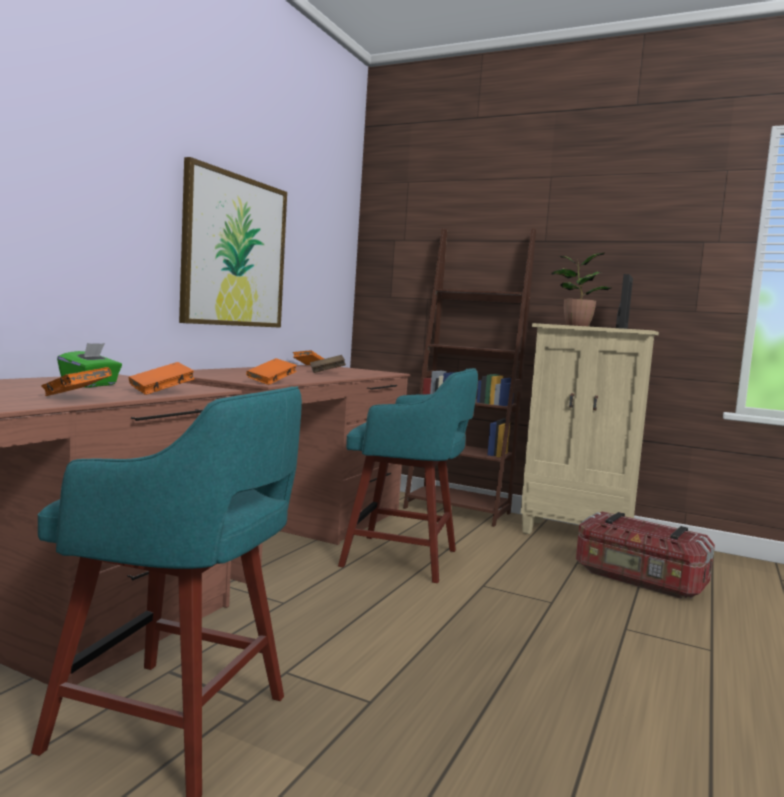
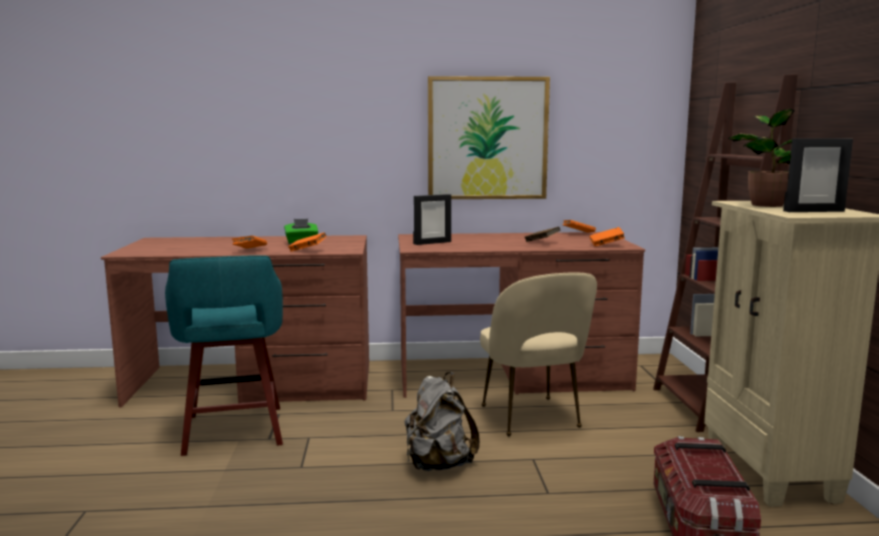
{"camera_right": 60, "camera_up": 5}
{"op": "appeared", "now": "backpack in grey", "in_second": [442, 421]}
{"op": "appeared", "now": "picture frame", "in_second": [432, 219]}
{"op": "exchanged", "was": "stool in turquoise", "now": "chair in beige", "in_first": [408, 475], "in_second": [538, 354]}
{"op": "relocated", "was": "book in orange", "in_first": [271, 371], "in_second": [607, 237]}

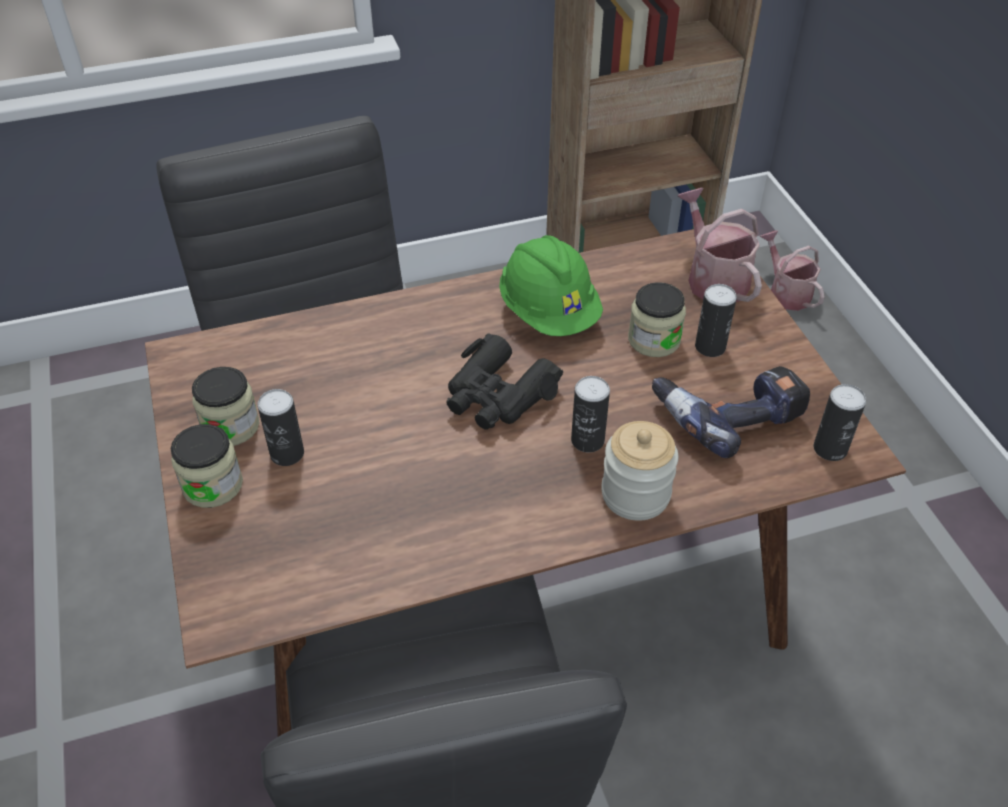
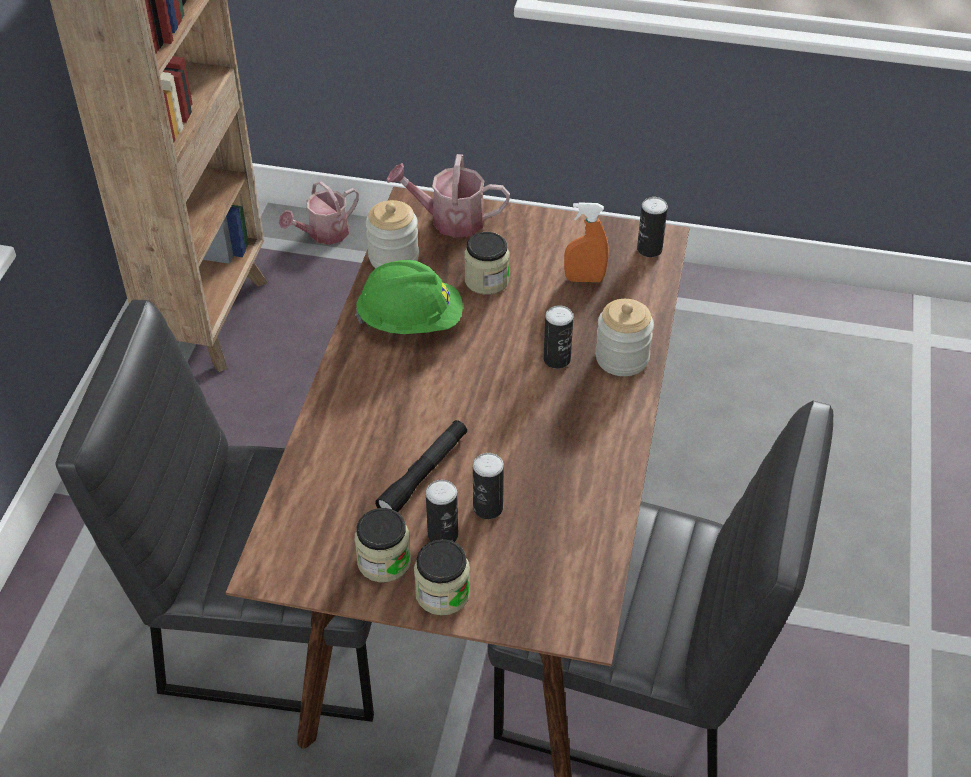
{"camera_right": -60, "camera_up": 0}
{"op": "spun", "was": "watering can", "in_first": [792, 270], "in_second": [319, 213], "clockwise": -45}
{"op": "appeared", "now": "jar", "in_second": [392, 234]}
{"op": "appeared", "now": "flashlight in black", "in_second": [421, 466]}
{"op": "relocated", "was": "can", "in_first": [716, 320], "in_second": [488, 486]}
{"op": "exchanged", "was": "power drill", "now": "spray bottle in orange", "in_first": [731, 412], "in_second": [586, 242]}
{"op": "missing", "was": "binoculars in black", "in_first": [504, 381]}

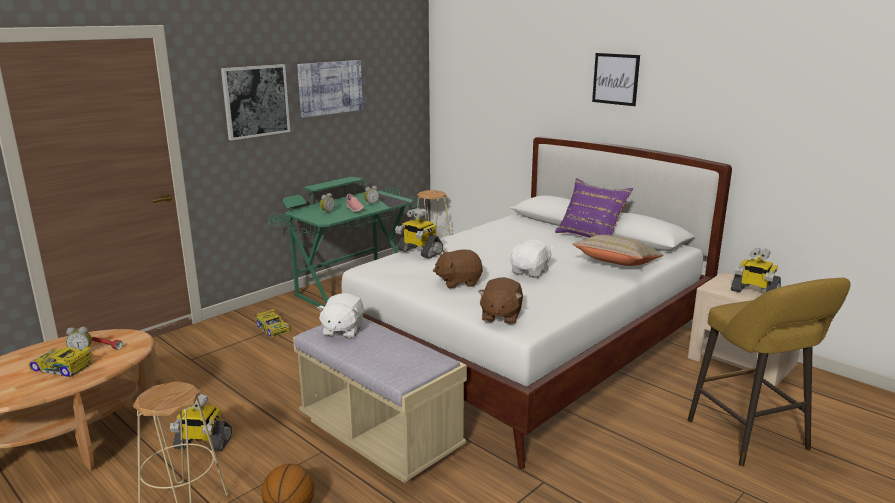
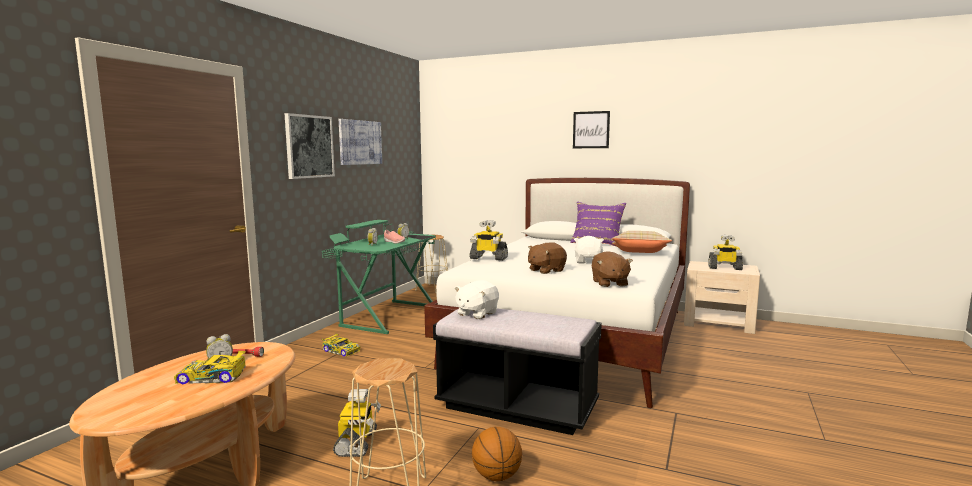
{"camera_right": -20, "camera_up": -10}
{"op": "spun", "was": "toy robot", "in_first": [201, 423], "in_second": [357, 423], "clockwise": -75}
{"op": "colour", "was": "bench in beige", "now": "bench in black", "in_first": [380, 400], "in_second": [517, 371]}
{"op": "spun", "was": "plush toy in white", "in_first": [340, 315], "in_second": [477, 299], "clockwise": 45}
{"op": "missing", "was": "stool in yellow", "in_first": [769, 372]}

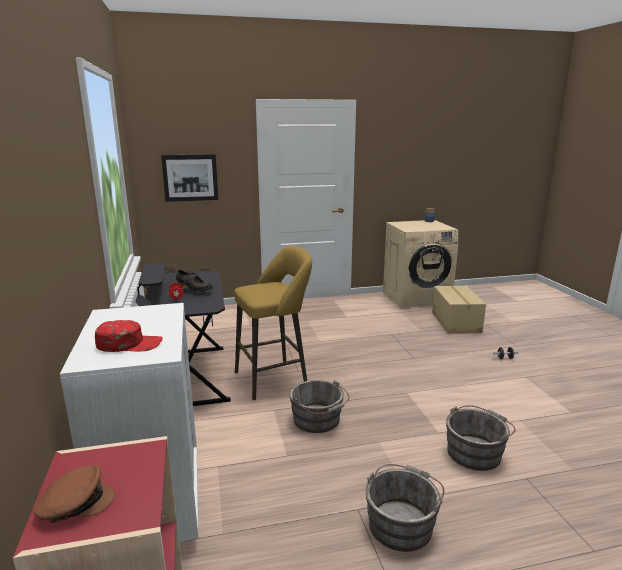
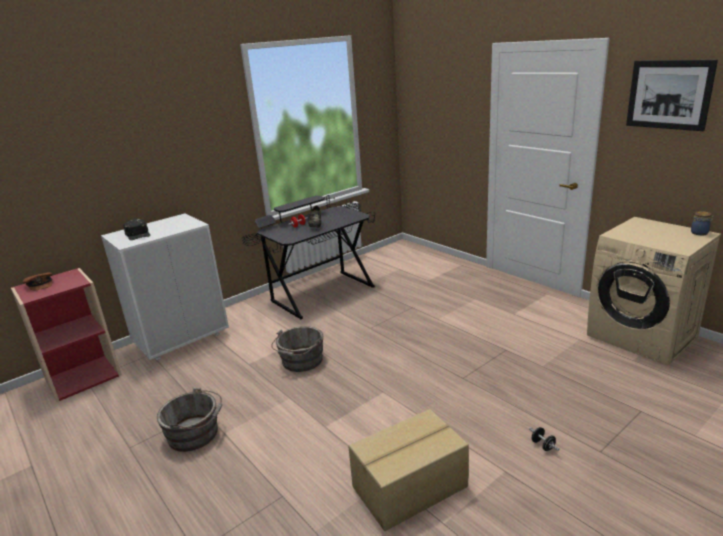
{"camera_right": 65, "camera_up": 5}
{"op": "colour", "was": "cap in red", "now": "cap in black", "in_first": [129, 336], "in_second": [136, 229]}
{"op": "relocated", "was": "cardboard box", "in_first": [459, 309], "in_second": [408, 470]}
{"op": "relocated", "was": "picture", "in_first": [189, 178], "in_second": [672, 95]}
{"op": "missing", "was": "stool in yellow", "in_first": [273, 323]}
{"op": "missing", "was": "bucket in grey", "in_first": [481, 438]}

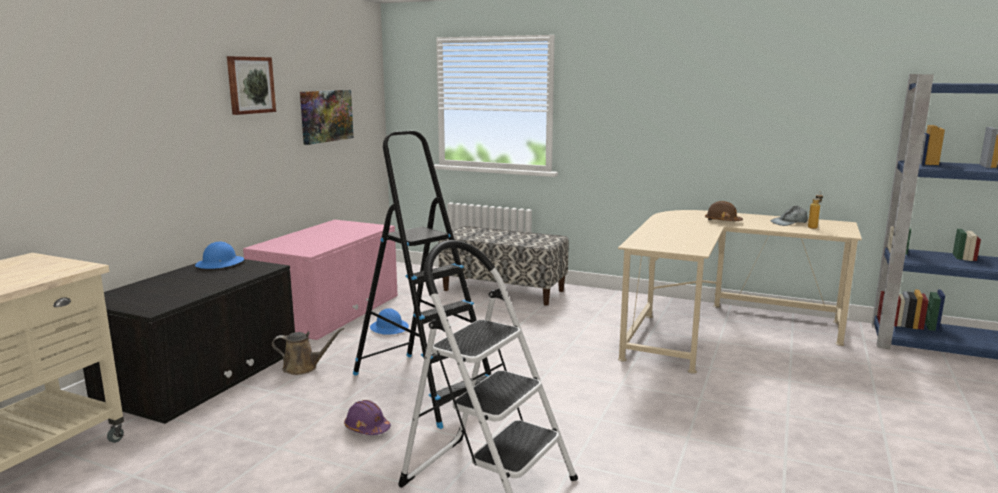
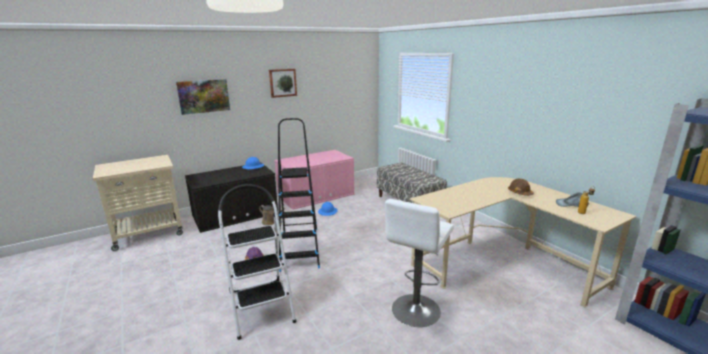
{"camera_right": 35, "camera_up": 5}
{"op": "relocated", "was": "picture", "in_first": [327, 117], "in_second": [203, 97]}
{"op": "appeared", "now": "stool in white", "in_second": [419, 263]}

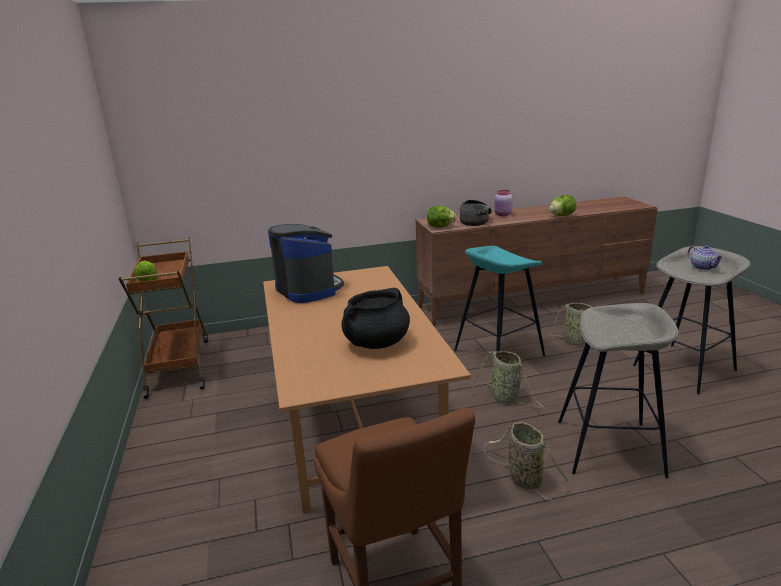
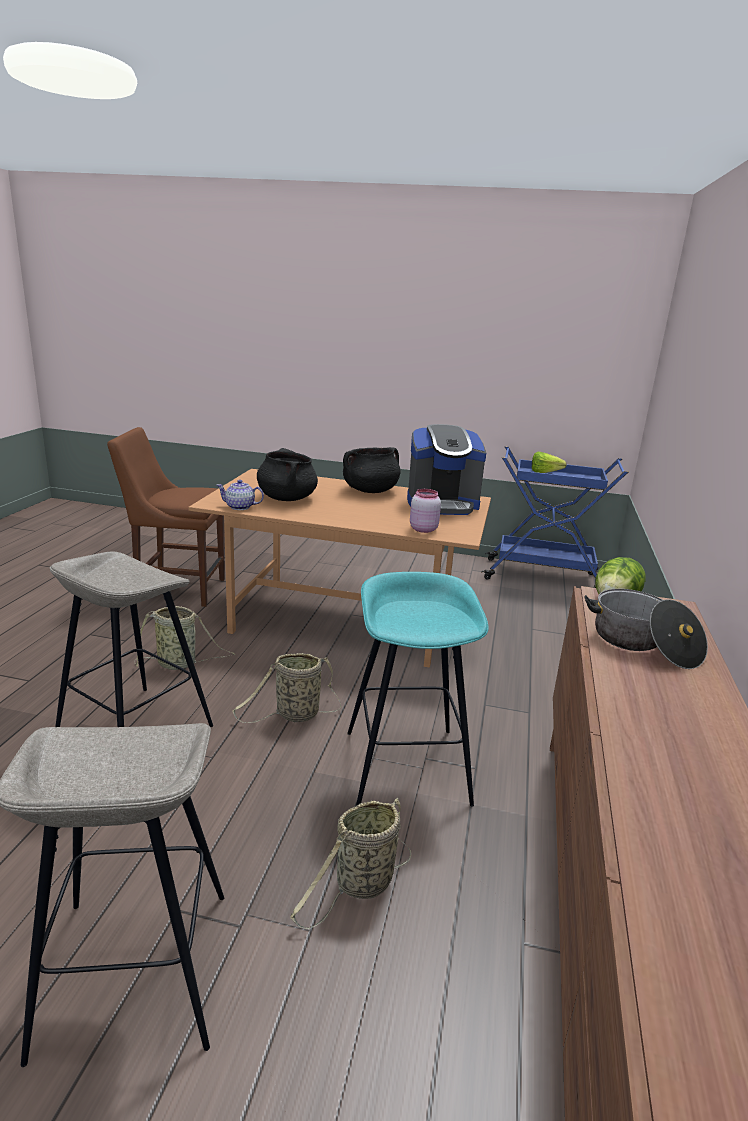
{"camera_right": 115, "camera_up": 0}
{"op": "relocated", "was": "teapot", "in_first": [706, 257], "in_second": [240, 495]}
{"op": "appeared", "now": "cooking pot in black", "in_second": [372, 470]}
{"op": "relocated", "was": "jar in pink", "in_first": [503, 203], "in_second": [425, 511]}
{"op": "colour", "was": "cart in brown", "now": "cart in blue", "in_first": [163, 317], "in_second": [555, 517]}
{"op": "missing", "was": "lettuce", "in_first": [563, 205]}

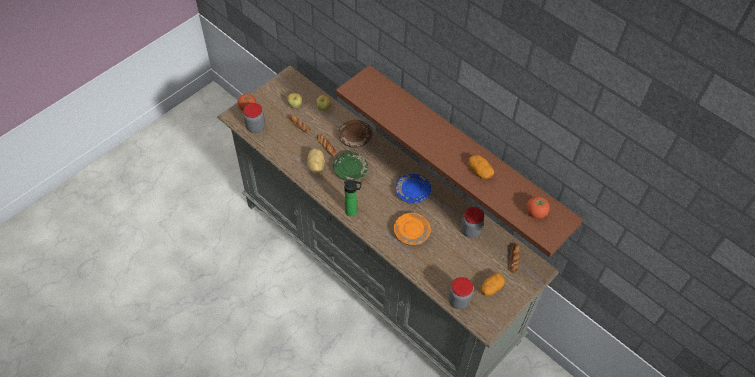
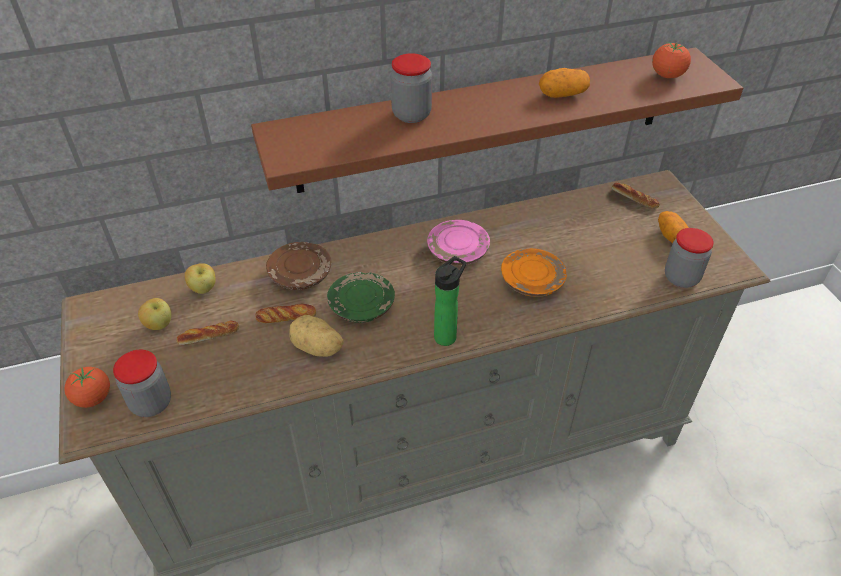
{"camera_right": -60, "camera_up": -10}
{"op": "relocated", "was": "jar", "in_first": [472, 222], "in_second": [411, 88]}
{"op": "colour", "was": "plate in blue", "now": "plate in pink", "in_first": [413, 189], "in_second": [458, 242]}

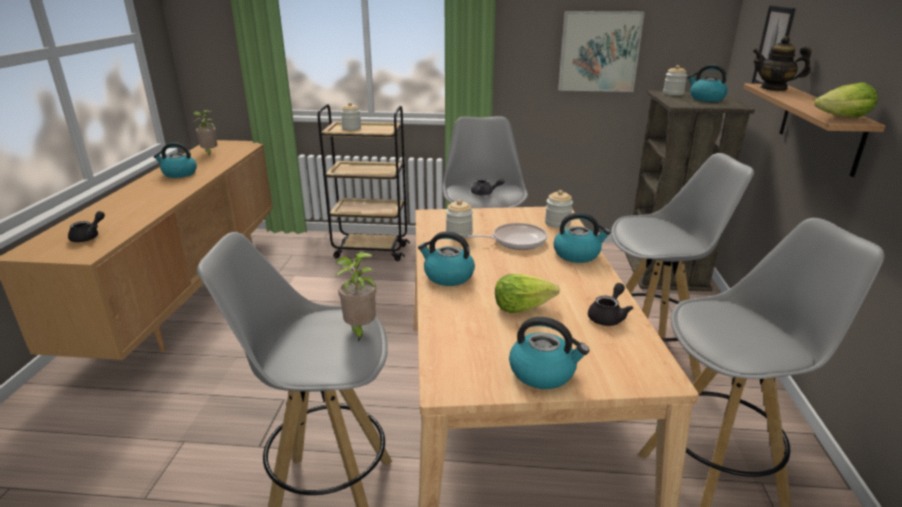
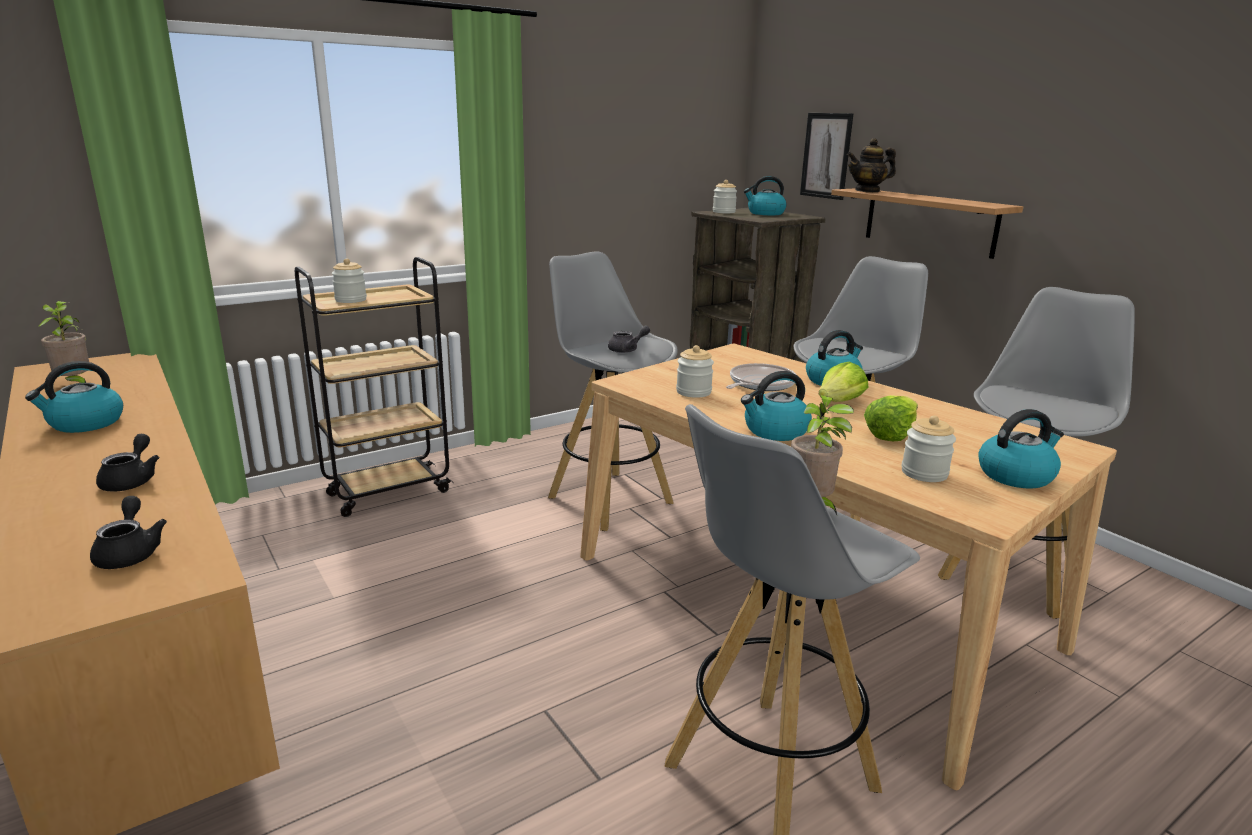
{"camera_right": -40, "camera_up": -5}
{"op": "relocated", "was": "teapot in black", "in_first": [610, 304], "in_second": [127, 462]}
{"op": "relocated", "was": "lettuce", "in_first": [846, 99], "in_second": [844, 382]}
{"op": "relocated", "was": "jar", "in_first": [559, 209], "in_second": [928, 448]}
{"op": "missing", "was": "picture", "in_first": [601, 51]}

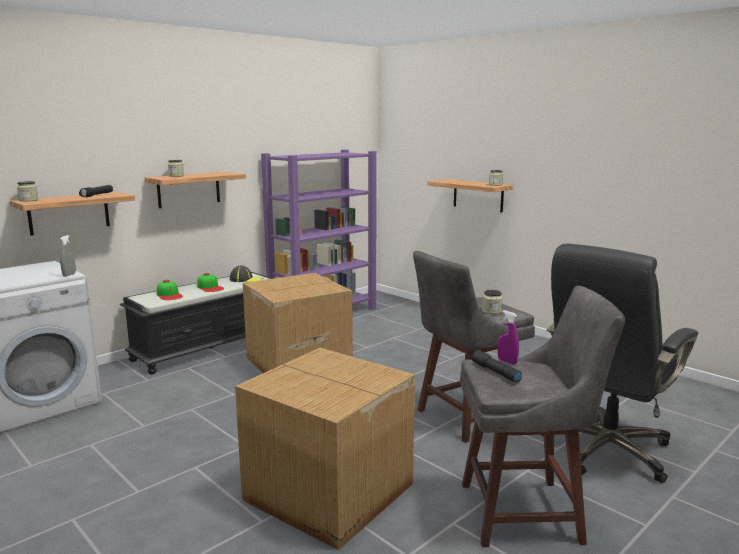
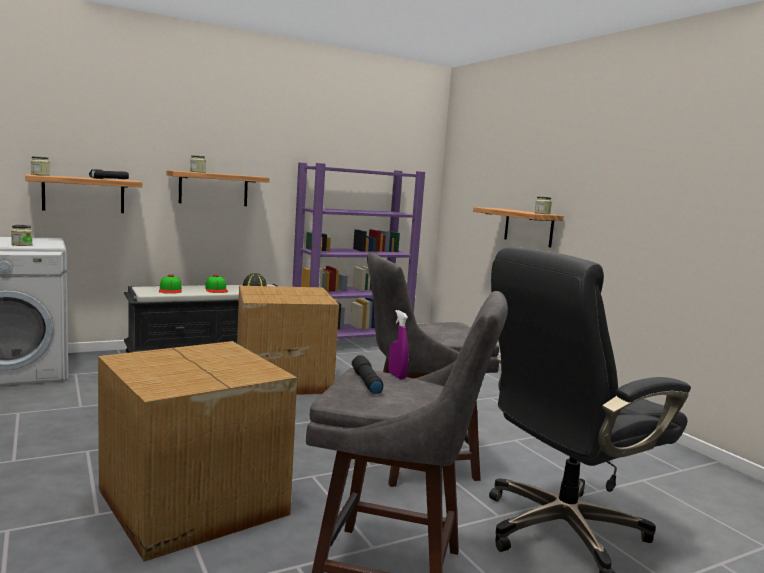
{"camera_right": 15, "camera_up": -5}
{"op": "relocated", "was": "jar", "in_first": [492, 302], "in_second": [21, 235]}
{"op": "missing", "was": "spray bottle in grey", "in_first": [68, 256]}

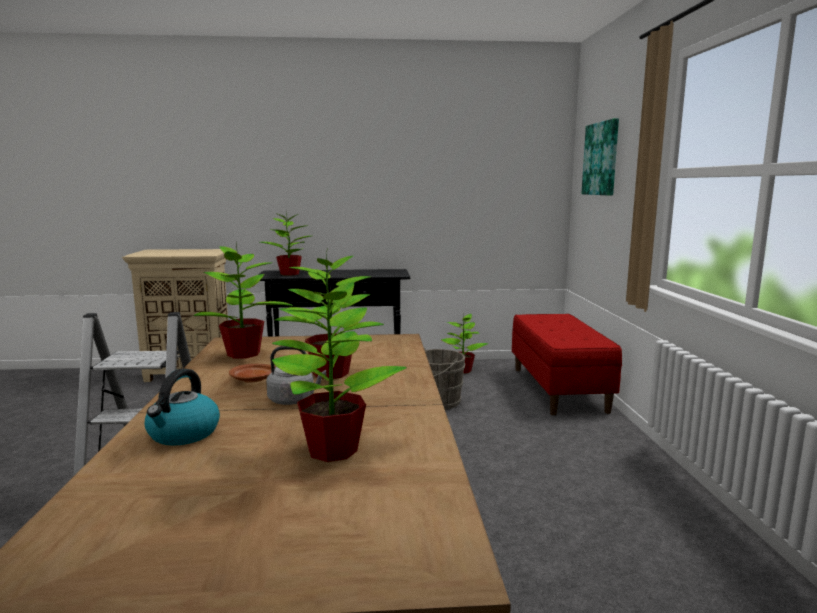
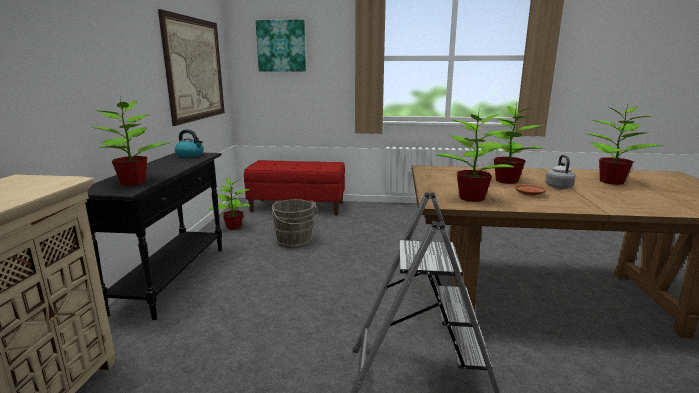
{"camera_right": -80, "camera_up": 5}
{"op": "appeared", "now": "picture", "in_second": [191, 67]}
{"op": "relocated", "was": "kettle", "in_first": [182, 407], "in_second": [189, 143]}

